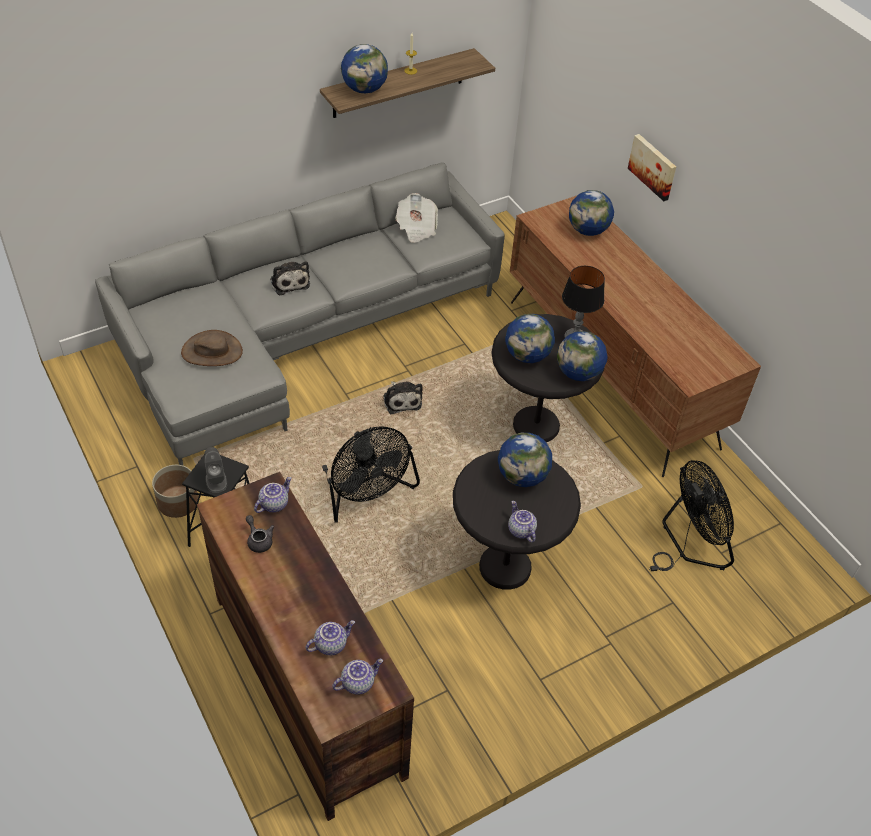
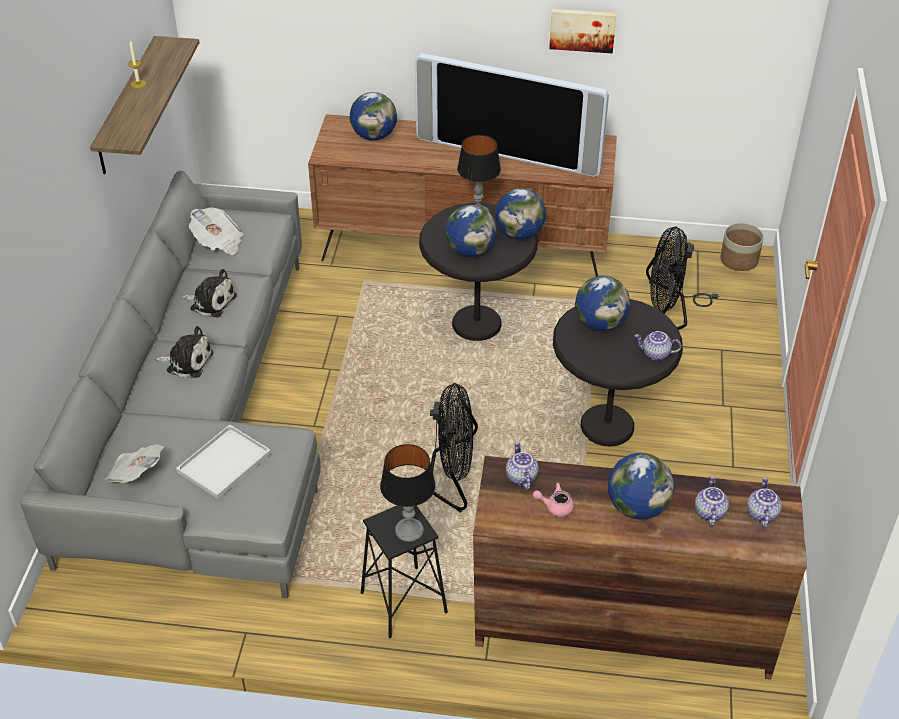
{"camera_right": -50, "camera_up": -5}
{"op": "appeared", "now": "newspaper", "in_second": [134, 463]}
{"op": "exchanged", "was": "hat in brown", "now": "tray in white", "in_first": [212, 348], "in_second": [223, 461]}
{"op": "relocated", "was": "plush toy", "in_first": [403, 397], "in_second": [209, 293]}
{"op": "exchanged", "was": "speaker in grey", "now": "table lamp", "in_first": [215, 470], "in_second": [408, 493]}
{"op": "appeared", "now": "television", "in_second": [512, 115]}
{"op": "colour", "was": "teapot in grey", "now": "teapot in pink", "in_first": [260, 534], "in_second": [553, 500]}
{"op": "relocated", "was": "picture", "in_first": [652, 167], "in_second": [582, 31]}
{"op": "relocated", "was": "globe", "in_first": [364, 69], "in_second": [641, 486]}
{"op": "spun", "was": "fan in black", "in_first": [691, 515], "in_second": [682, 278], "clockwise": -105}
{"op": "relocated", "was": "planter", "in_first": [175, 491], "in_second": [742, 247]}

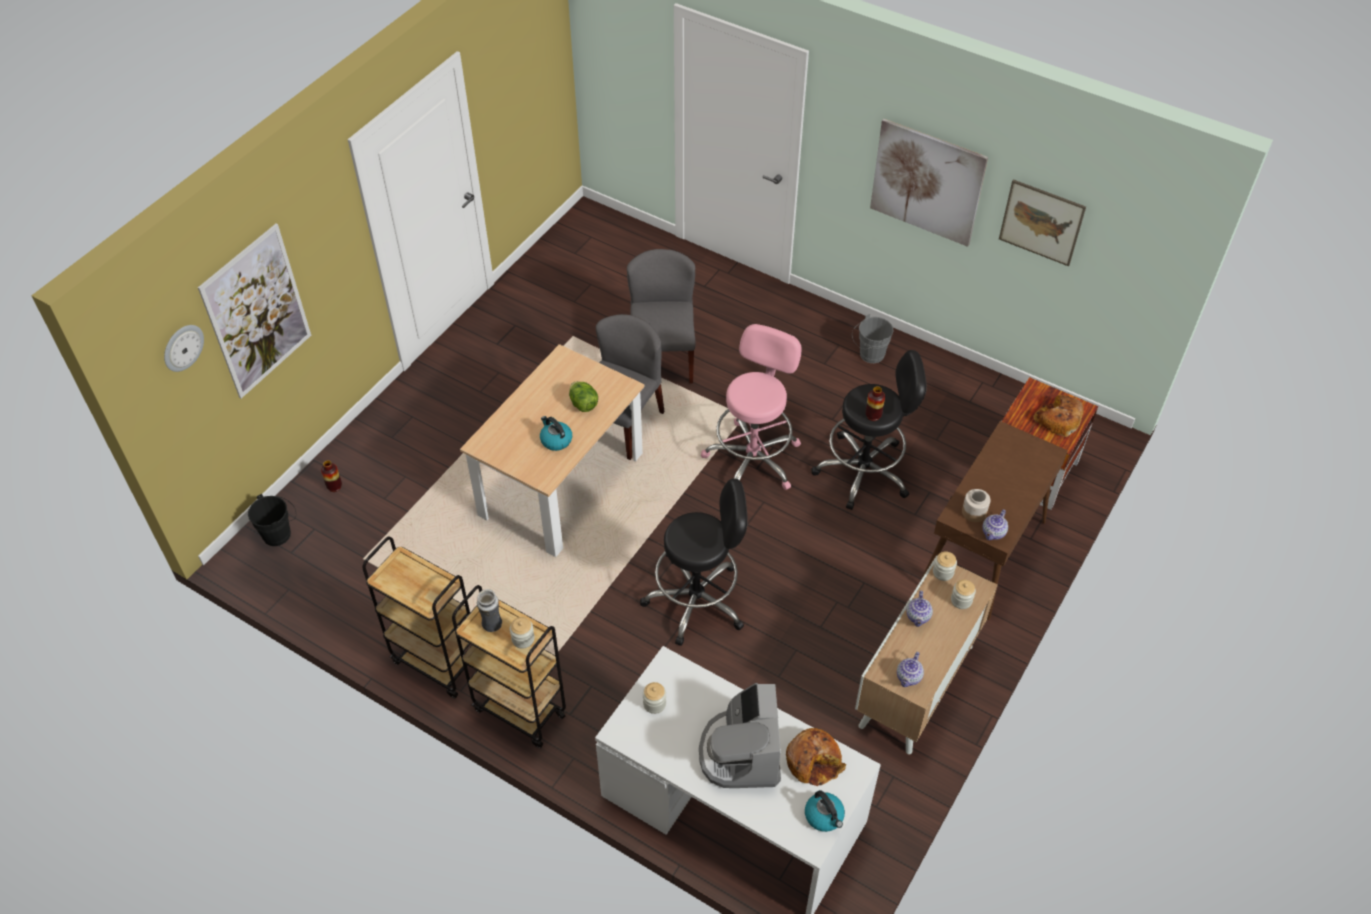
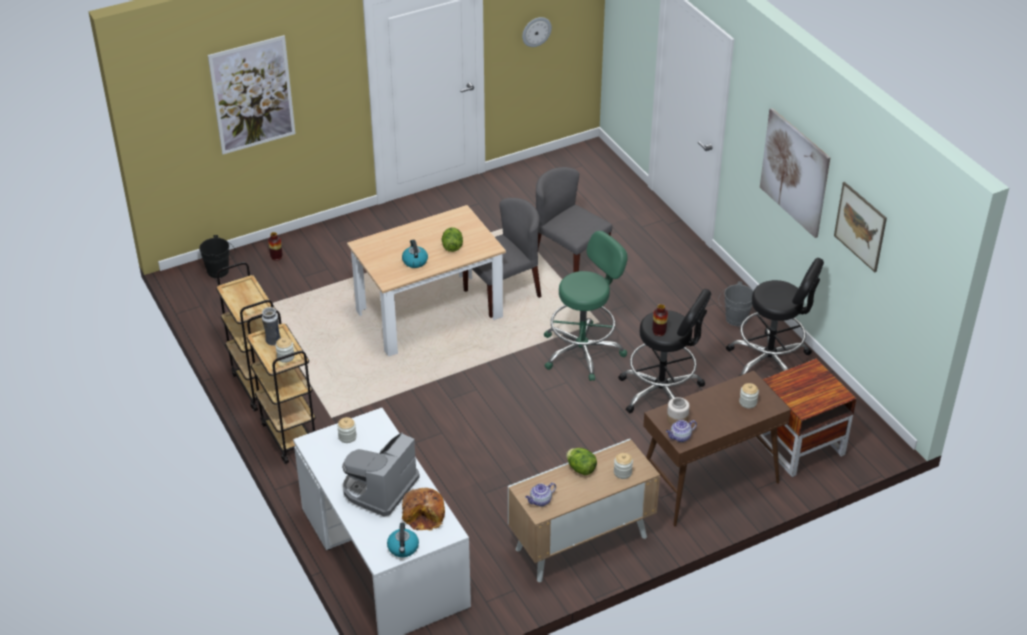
{"camera_right": 30, "camera_up": -10}
{"op": "relocated", "was": "wall clock", "in_first": [184, 348], "in_second": [537, 32]}
{"op": "spun", "was": "chair in grey", "in_first": [661, 316], "in_second": [574, 220], "clockwise": -75}
{"op": "colour", "was": "stool in pink", "now": "stool in green", "in_first": [751, 407], "in_second": [586, 306]}
{"op": "exchanged", "was": "teapot", "now": "lettuce", "in_first": [919, 608], "in_second": [581, 461]}
{"op": "relocated", "was": "stool in black", "in_first": [694, 562], "in_second": [775, 317]}
{"op": "relocated", "was": "jar", "in_first": [945, 566], "in_second": [749, 395]}
{"op": "missing", "was": "bread", "in_first": [1059, 416]}

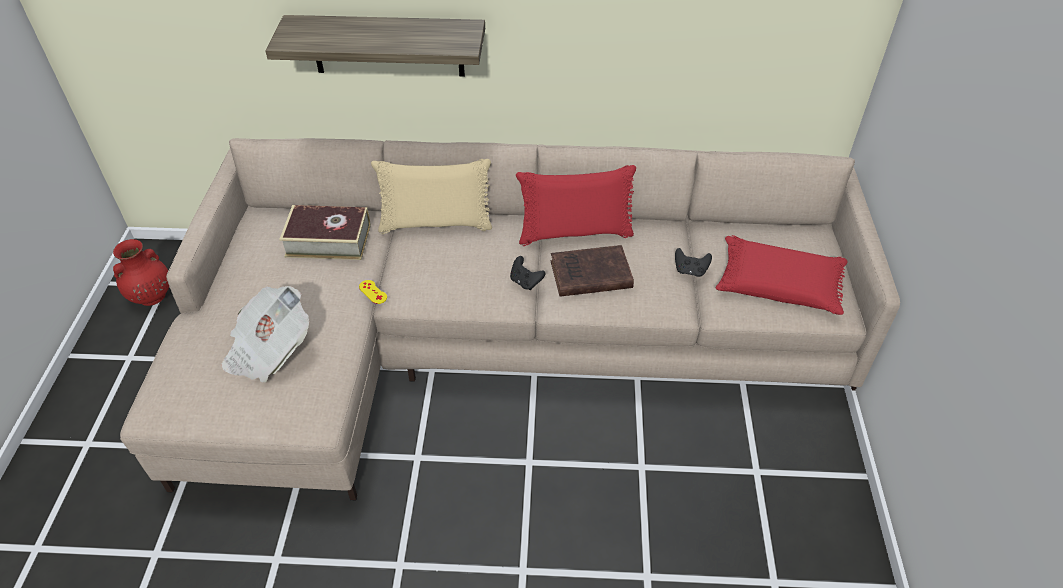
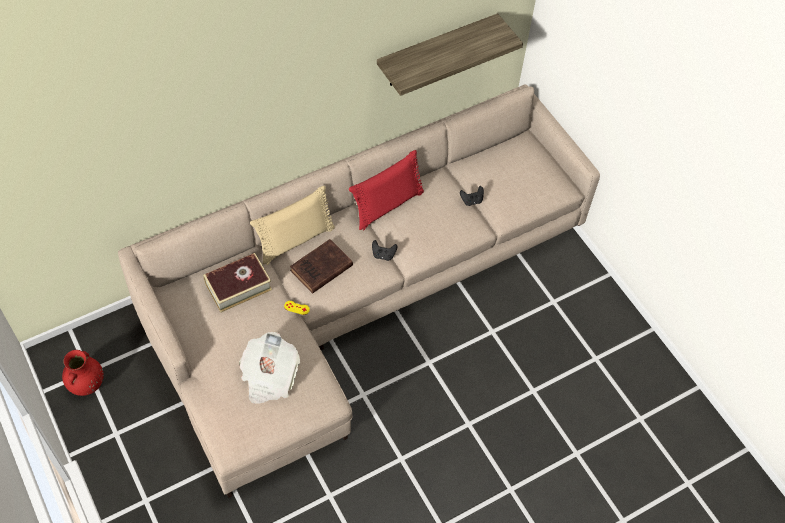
{"camera_right": -35, "camera_up": 10}
{"op": "relocated", "was": "book in brown", "in_first": [592, 271], "in_second": [321, 266]}
{"op": "relocated", "was": "shelf", "in_first": [375, 46], "in_second": [450, 54]}
{"op": "missing", "was": "pillow in red", "in_first": [782, 275]}

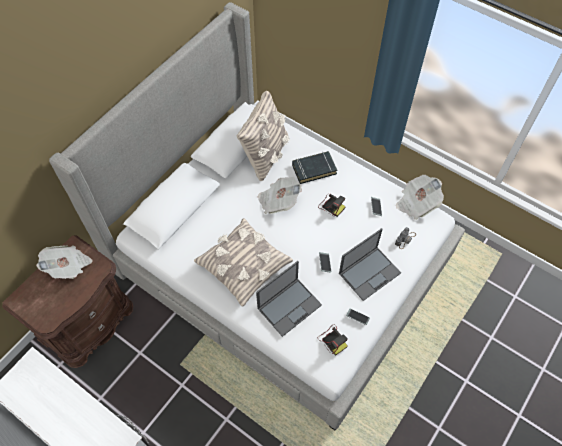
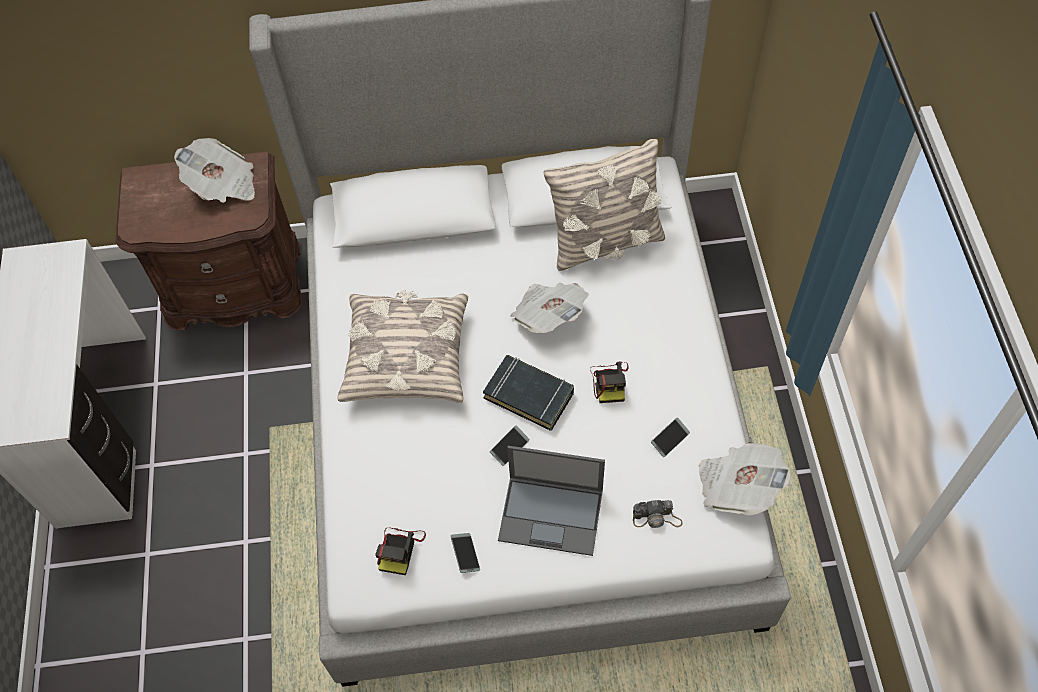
{"camera_right": 50, "camera_up": 0}
{"op": "relocated", "was": "book in black", "in_first": [314, 167], "in_second": [528, 393]}
{"op": "missing", "was": "laptop", "in_first": [289, 299]}

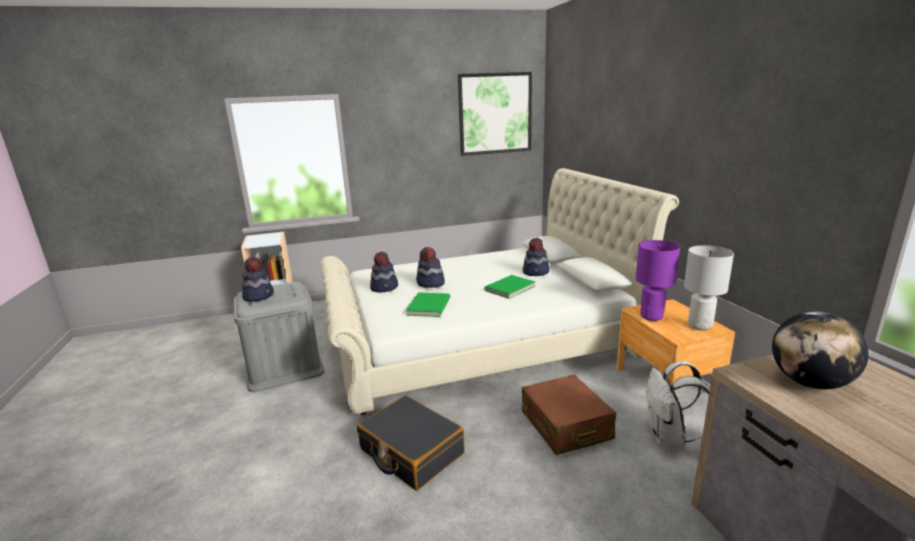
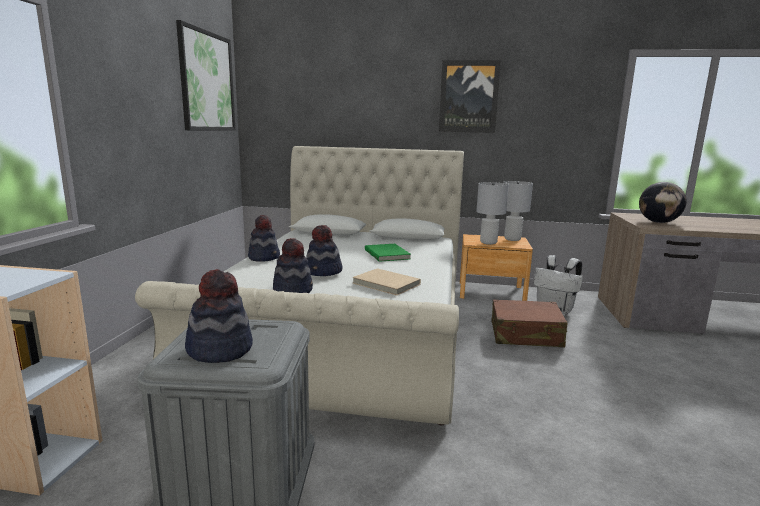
{"camera_right": -65, "camera_up": -5}
{"op": "relocated", "was": "hat", "in_first": [536, 257], "in_second": [264, 238]}
{"op": "colour", "was": "book in green", "now": "book in beige", "in_first": [428, 304], "in_second": [387, 281]}
{"op": "appeared", "now": "picture", "in_second": [470, 96]}
{"op": "colour", "was": "table lamp in purple", "now": "table lamp in grey", "in_first": [658, 280], "in_second": [492, 213]}
{"op": "missing", "was": "suitcase in black", "in_first": [411, 442]}

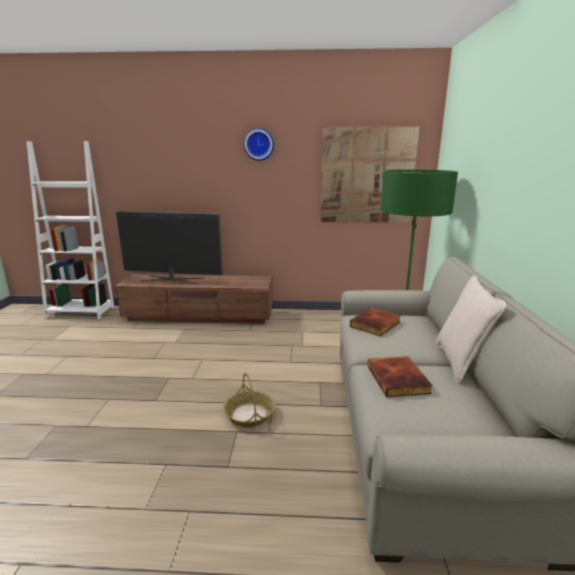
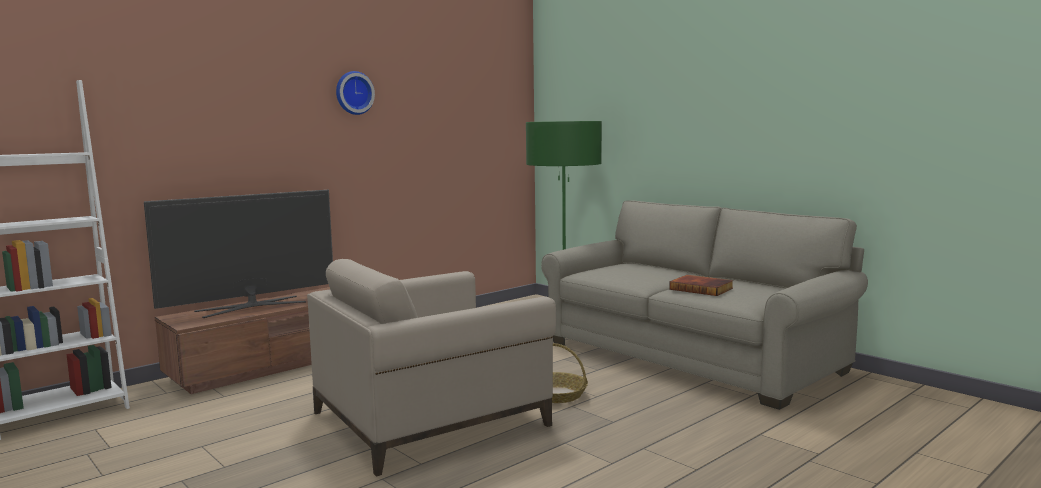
{"camera_right": -45, "camera_up": -10}
{"op": "appeared", "now": "armchair in beige", "in_second": [431, 368]}
{"op": "missing", "was": "picture", "in_first": [370, 175]}
{"op": "missing", "was": "book", "in_first": [375, 322]}
{"op": "missing", "was": "pillow in beige", "in_first": [471, 329]}

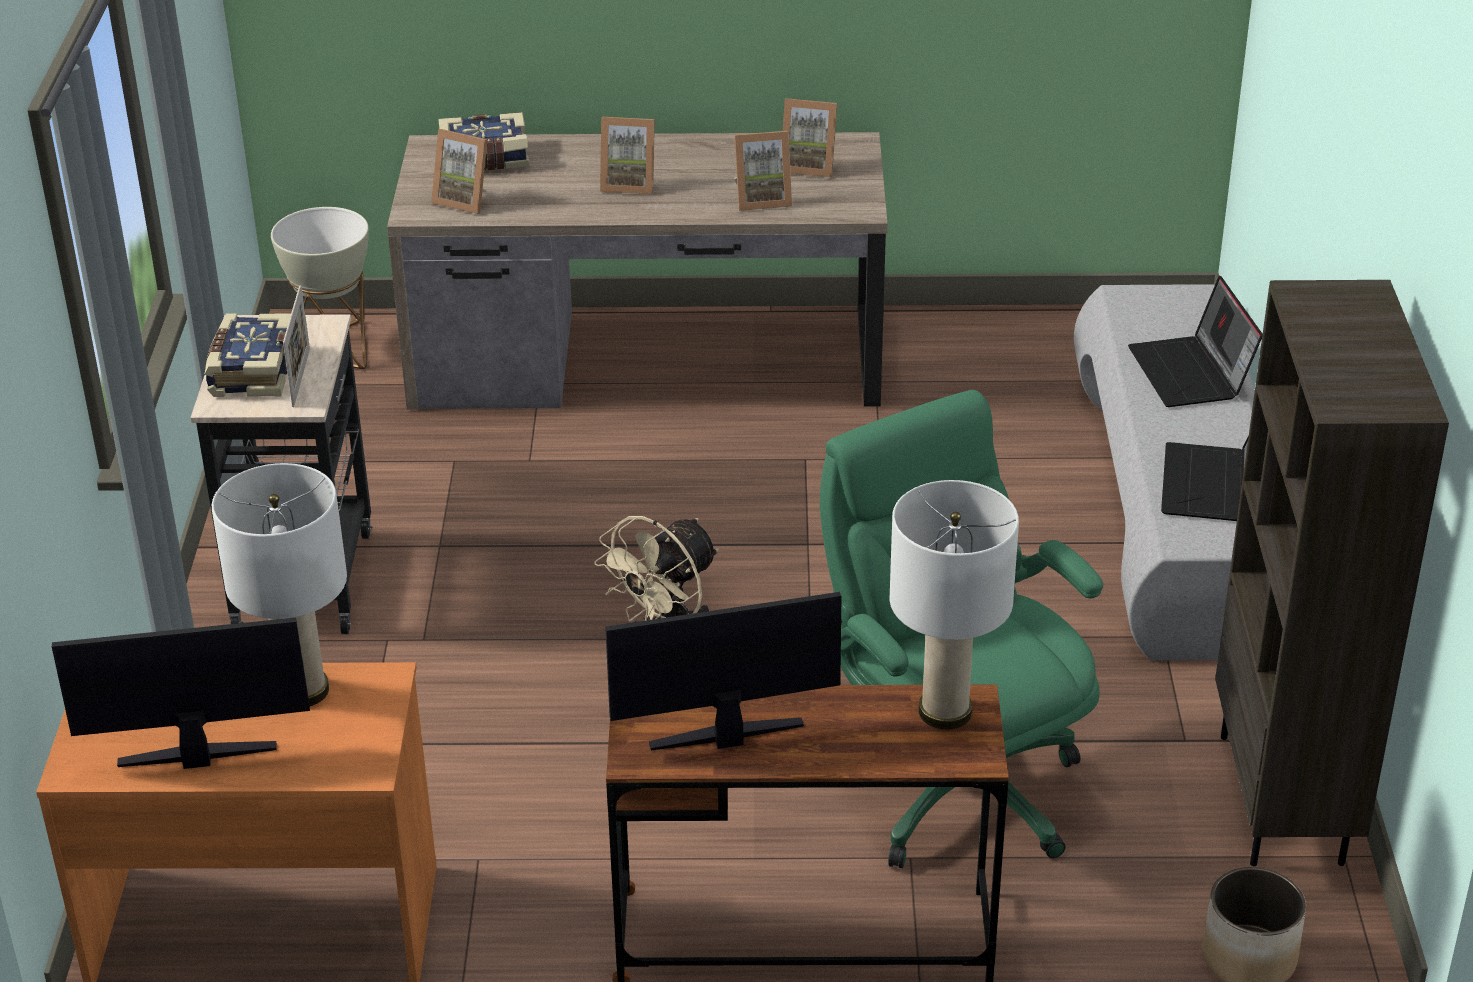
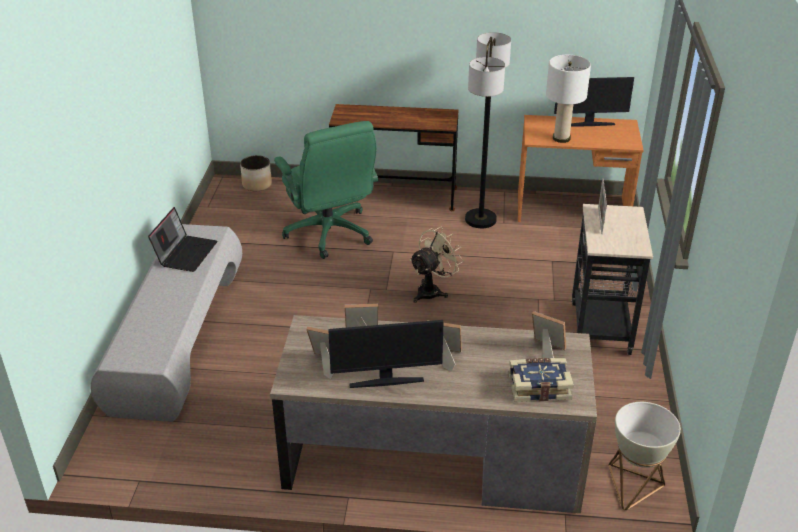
{"camera_right": -175, "camera_up": 0}
{"op": "relocated", "was": "monitor", "in_first": [723, 671], "in_second": [385, 354]}
{"op": "appeared", "now": "floor lamp", "in_second": [488, 130]}
{"op": "missing", "was": "book", "in_first": [248, 355]}
{"op": "missing", "was": "table lamp in white", "in_first": [954, 604]}
{"op": "missing", "was": "laptop", "in_first": [1195, 341]}
{"op": "missing", "was": "bookcase in brown", "in_first": [1332, 573]}

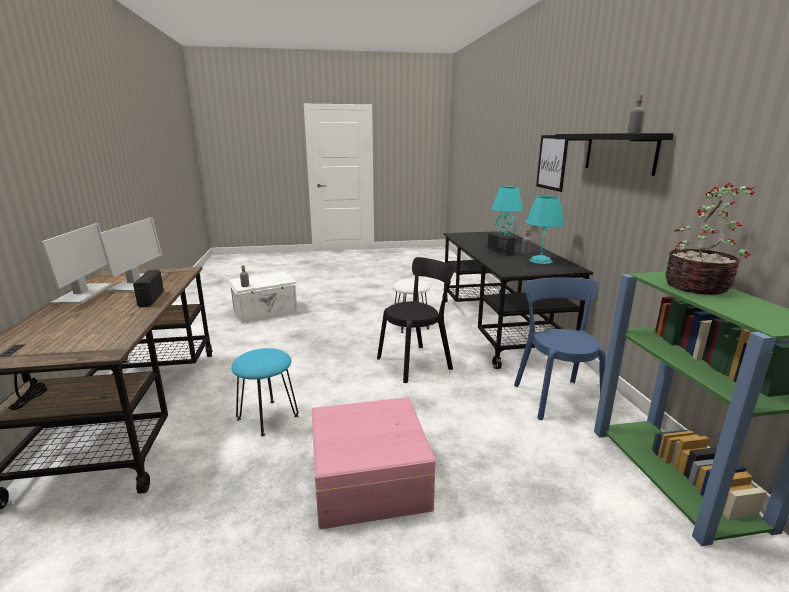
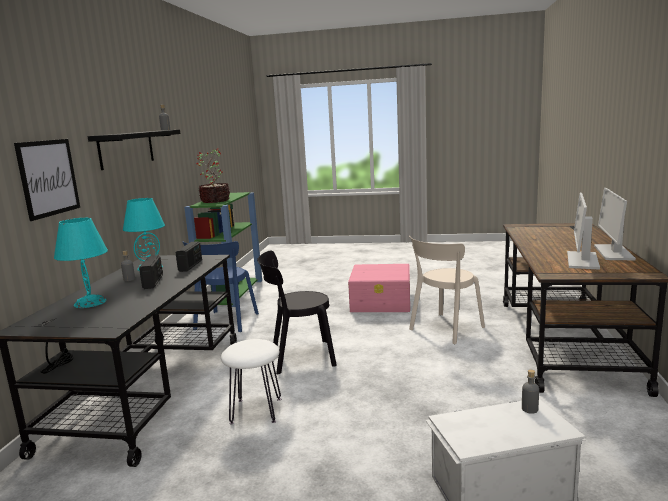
{"camera_right": -160, "camera_up": -5}
{"op": "relocated", "was": "radio", "in_first": [148, 288], "in_second": [188, 256]}
{"op": "exchanged", "was": "stool in turquoise", "now": "chair in beige", "in_first": [265, 392], "in_second": [447, 289]}

